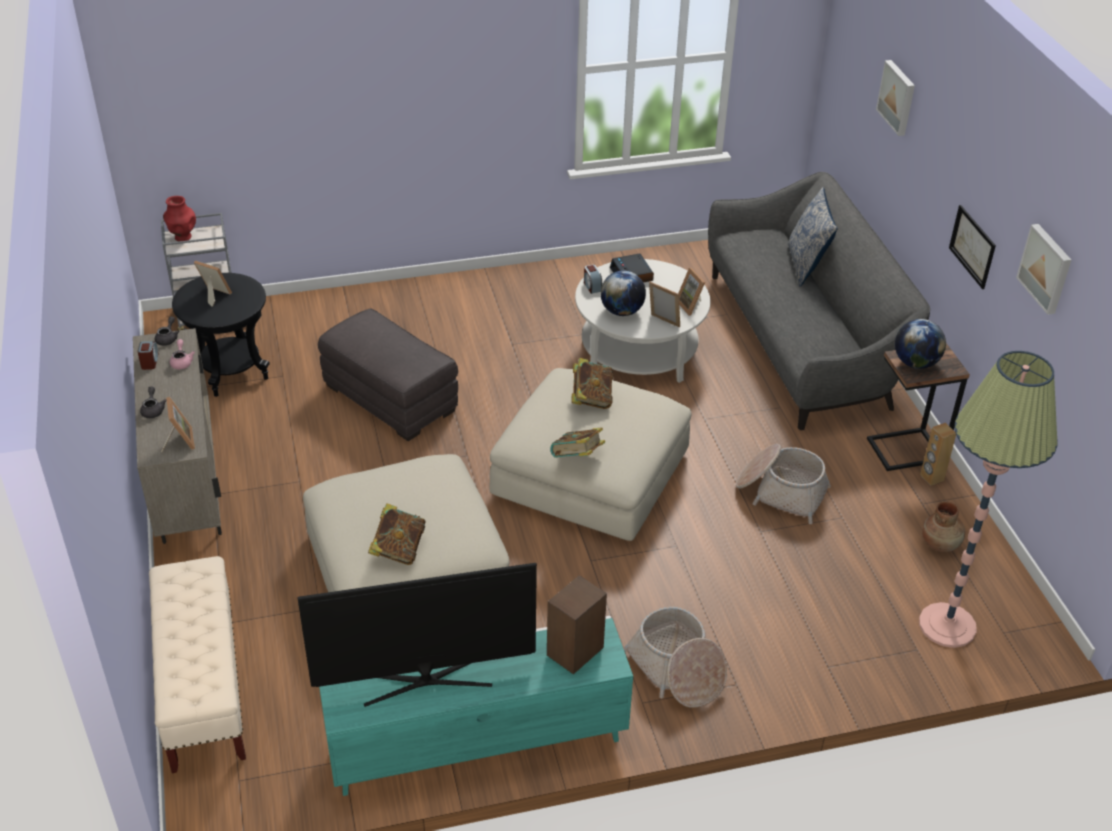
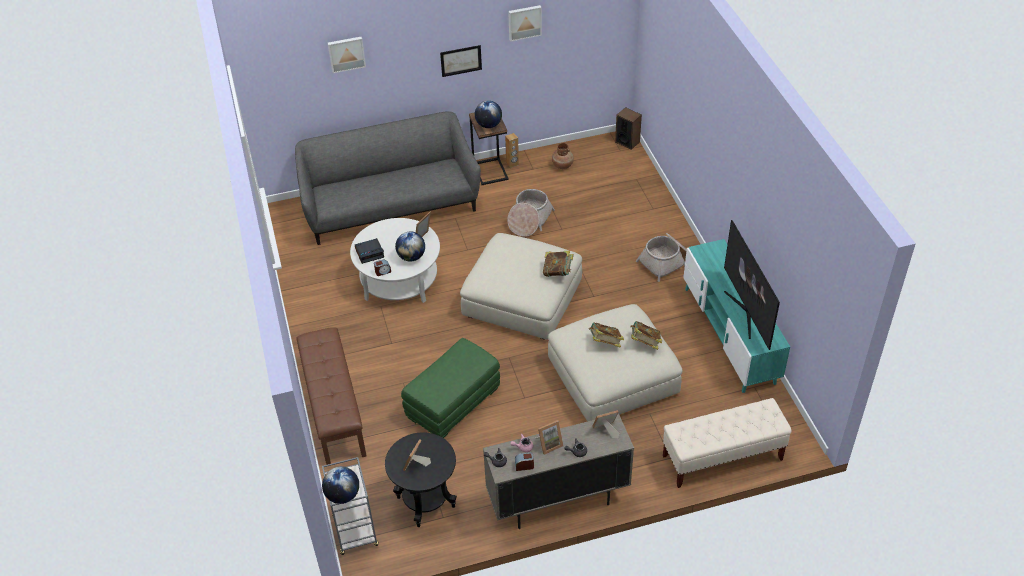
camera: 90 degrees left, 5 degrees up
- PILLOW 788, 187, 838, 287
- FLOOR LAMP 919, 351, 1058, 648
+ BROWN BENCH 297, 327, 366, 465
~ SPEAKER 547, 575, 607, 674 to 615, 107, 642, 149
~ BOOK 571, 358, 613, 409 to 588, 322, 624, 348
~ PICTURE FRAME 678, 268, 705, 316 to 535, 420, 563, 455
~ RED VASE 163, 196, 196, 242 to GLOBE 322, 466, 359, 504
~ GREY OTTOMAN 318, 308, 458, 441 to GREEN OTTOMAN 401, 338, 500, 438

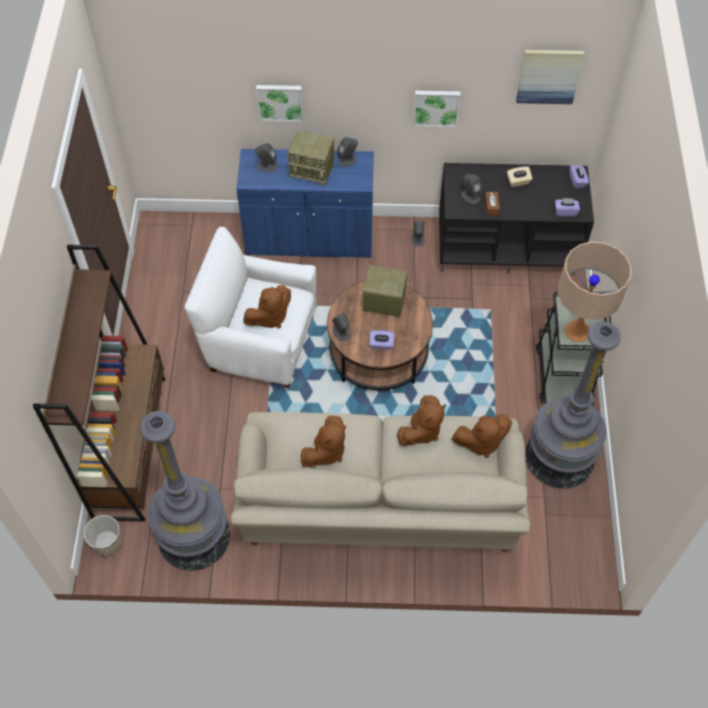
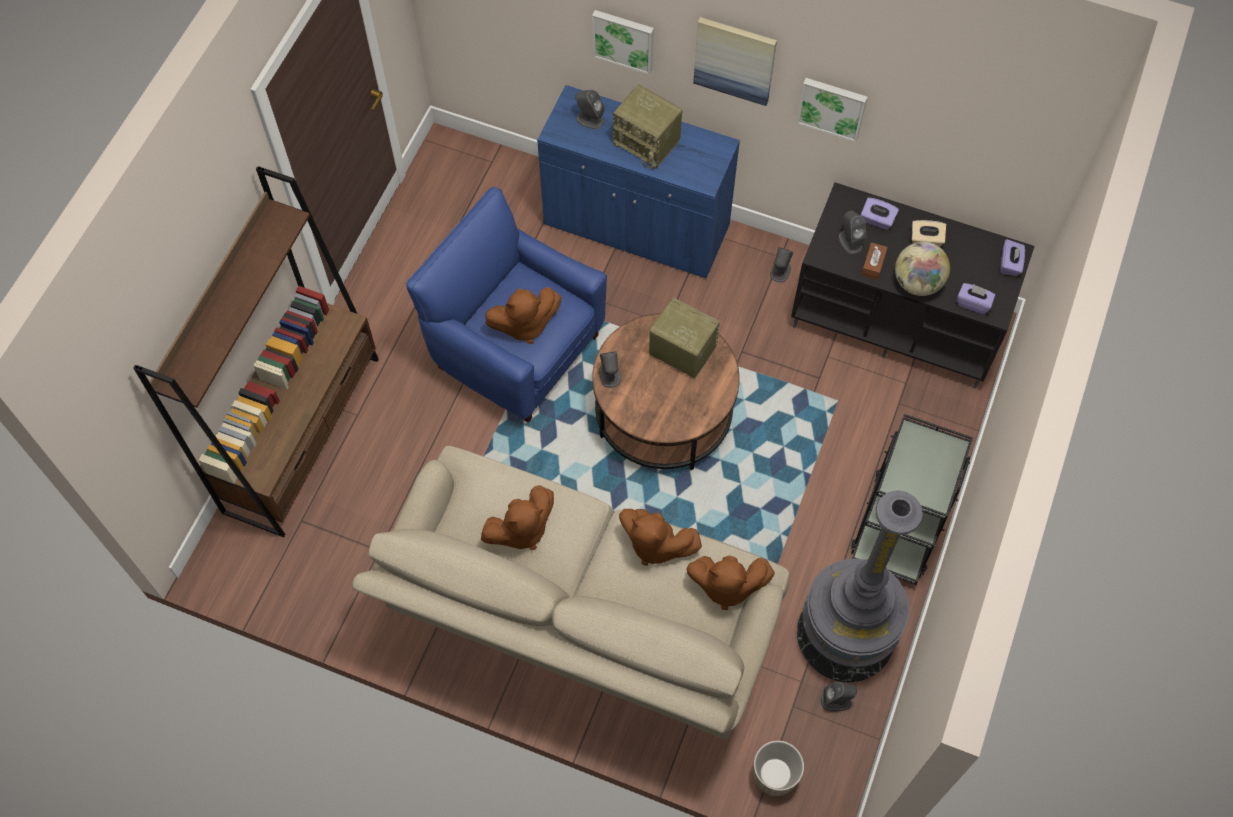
camera: 20 degrees right, 5 degrees up
- GREY FLOOR LAMP 140, 411, 230, 571
- BEIGE TABLE LAMP 558, 241, 631, 342
+ GLOBE 895, 242, 950, 296
~ PLANTER 84, 515, 123, 556 to 753, 740, 804, 796
~ GREY SPEAKER 337, 137, 358, 167 to 821, 682, 857, 711
~ PURPLE TISSUE BOX 369, 330, 395, 350 to 861, 197, 899, 230
~ PICTURE 516, 50, 584, 104 to 693, 17, 777, 106
~ WHITE ARMCHAIR 184, 227, 316, 388 to BLUE ARMCHAIR 406, 187, 607, 423
~ BROWN PLUSH TOY 397, 395, 446, 446 = 619, 509, 702, 566 60 degrees clockwise

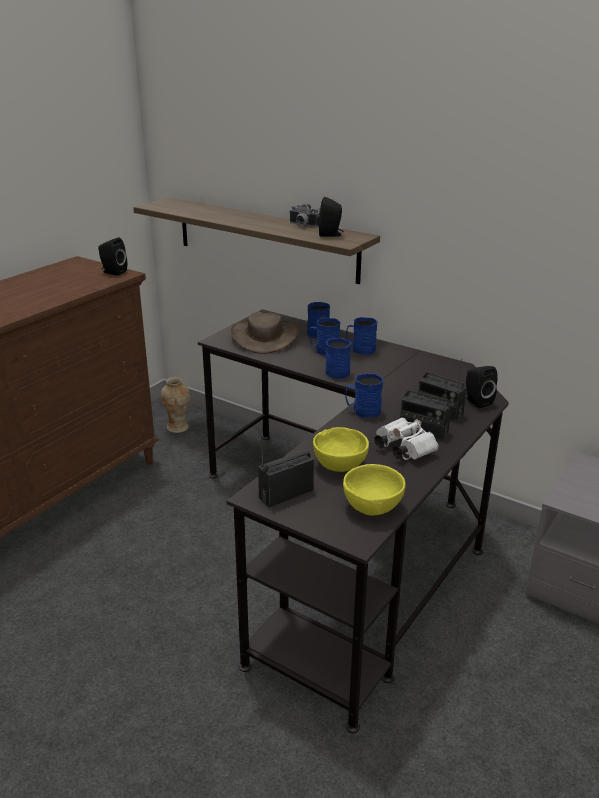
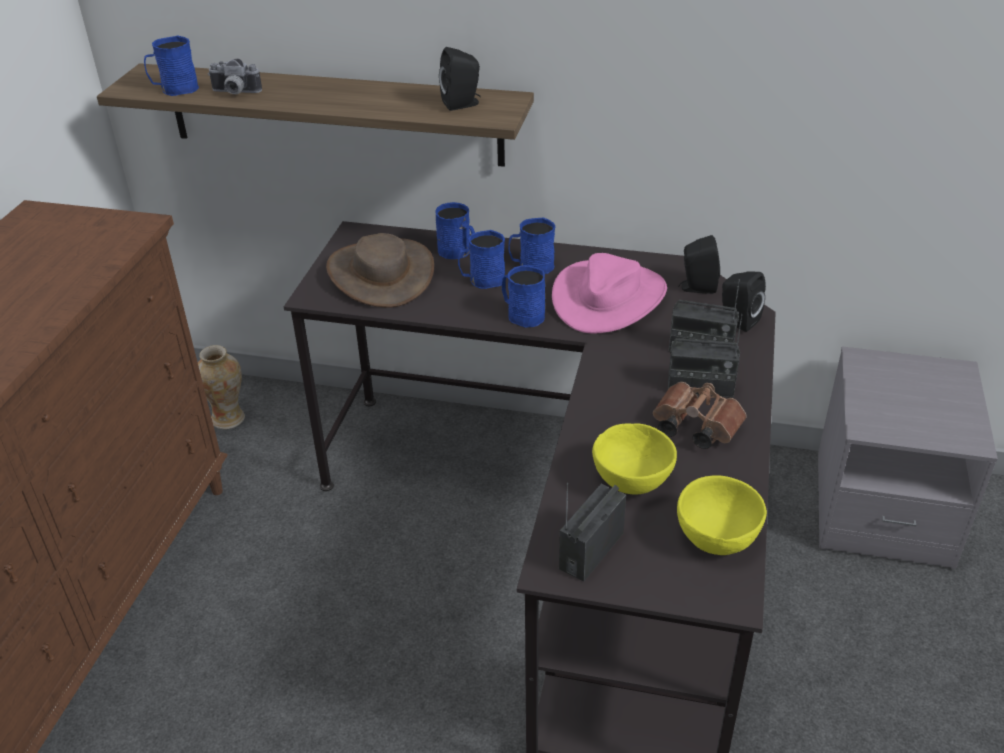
camera: 20 degrees left, 10 degrees up
+ PINK HAT 552, 253, 667, 333
~ BLACK SPEAKER 98, 237, 127, 276 to 678, 235, 720, 294
~ PHOTO CAMERA 289, 204, 319, 227 to 208, 59, 262, 94
~ BLUE MUG 345, 374, 383, 418 to 144, 36, 199, 96
~ WHITE BINOCULARS 374, 417, 438, 460 to BROWN BINOCULARS 653, 382, 747, 449

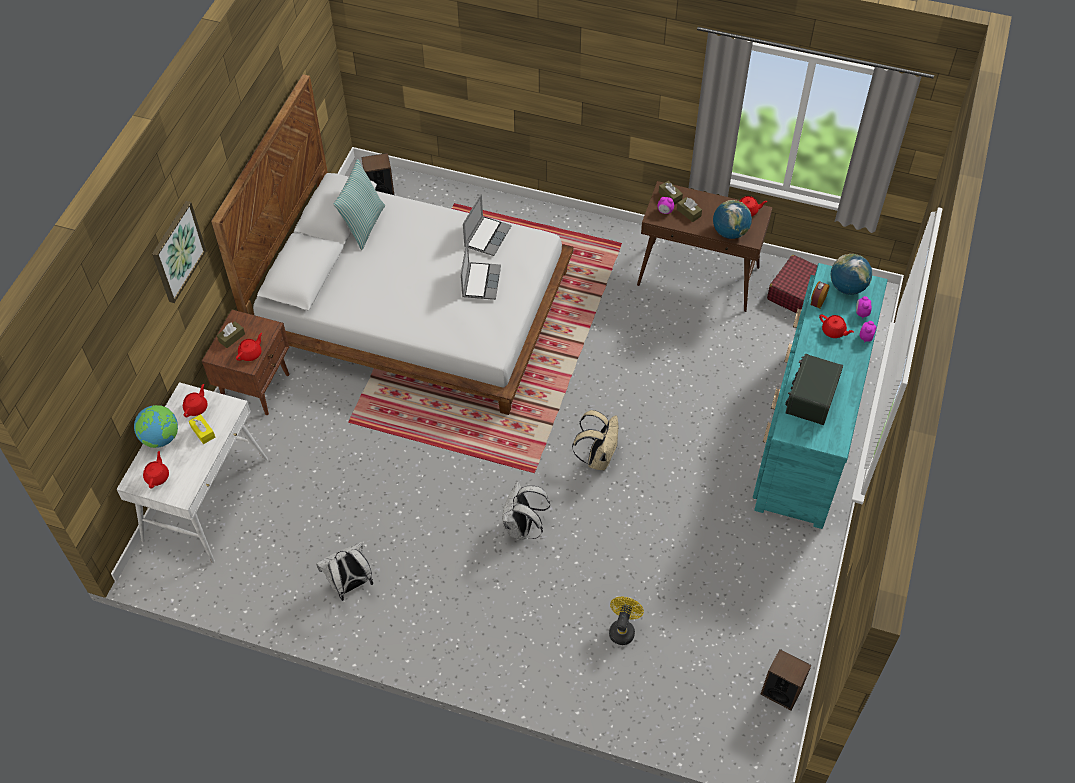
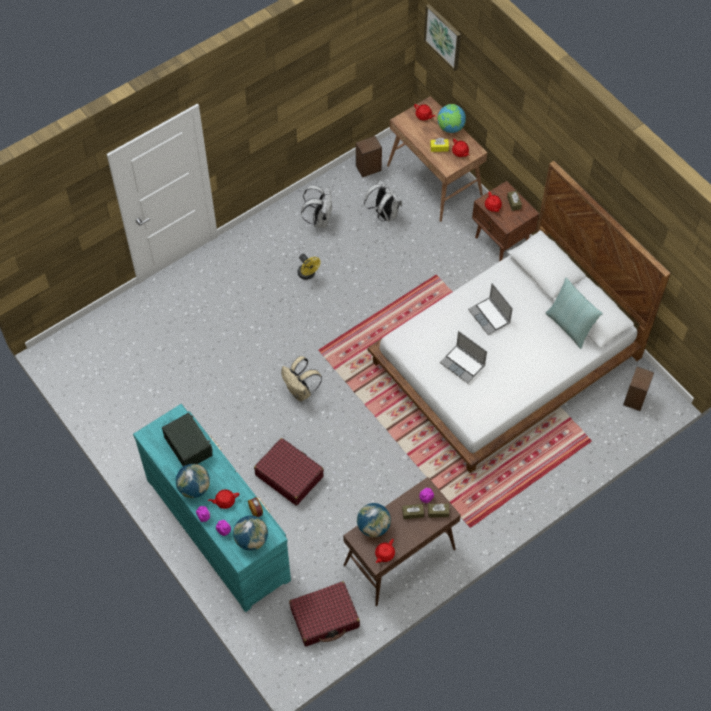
camera: 125 degrees right, 5 degrees up
+ GLOBE 176, 464, 210, 498
+ RED SUITCASE 254, 438, 324, 506
~ PICTURE 152, 201, 206, 303 to 424, 4, 461, 71
~ LAPTOP 463, 194, 512, 256 to 468, 283, 513, 335
~ WHITE BACKPACK 502, 481, 550, 540 to 364, 180, 402, 222
~ YELLOW FAN 609, 597, 644, 645 to 297, 254, 320, 280
~ SPEAKER 760, 649, 811, 710 to 356, 136, 382, 178
~ WHITE DESK 116, 382, 268, 563 to BROWN DESK 387, 96, 487, 222

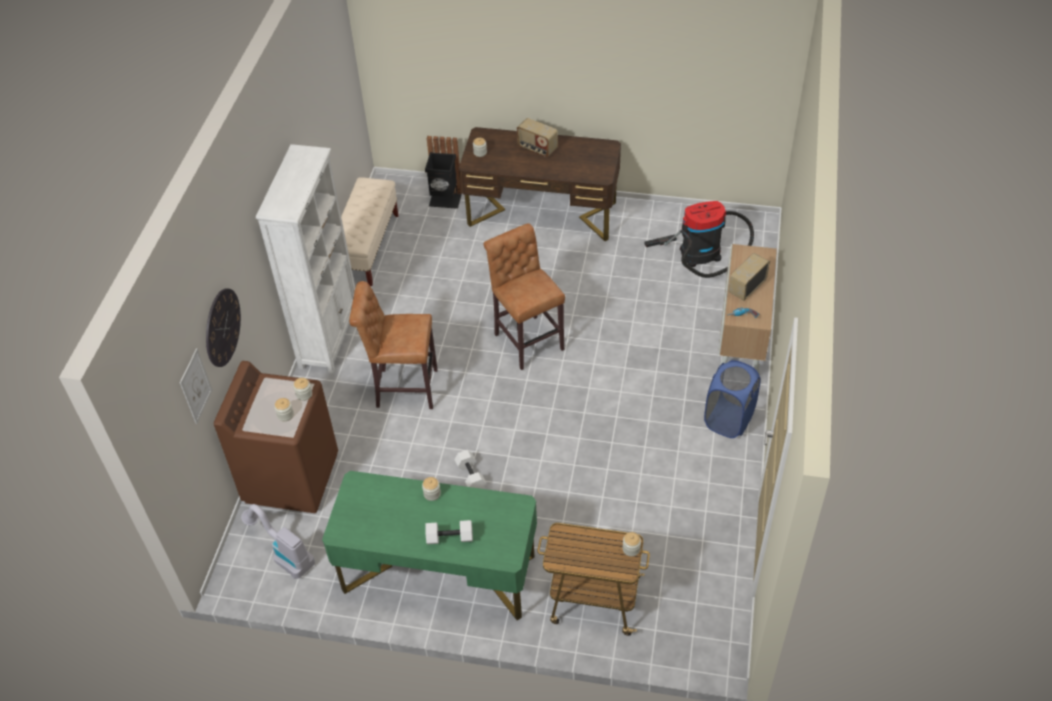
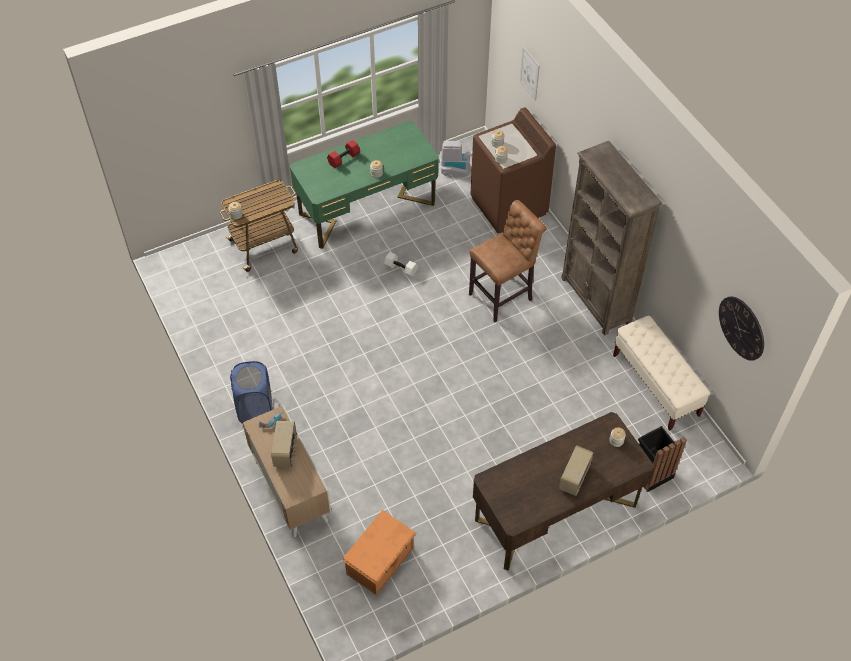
camera: 140 degrees right, 5 degrees up
- BROWN STOOL 484, 223, 565, 370
~ WALL CLOCK 206, 288, 241, 367 to 719, 296, 764, 361
~ VACUUM CLEANER 644, 201, 754, 278 to ORANGE STORAGE BOX 343, 510, 416, 595
~ WHITE BOOKCASE 256, 144, 355, 373 to BROWN BOOKCASE 561, 141, 662, 336
~ WHITE DUMBBELL 425, 520, 473, 544 to RED DUMBBELL 327, 140, 360, 168
~ RADIO 517, 118, 558, 157 = 559, 445, 593, 496 60 degrees counterclockwise

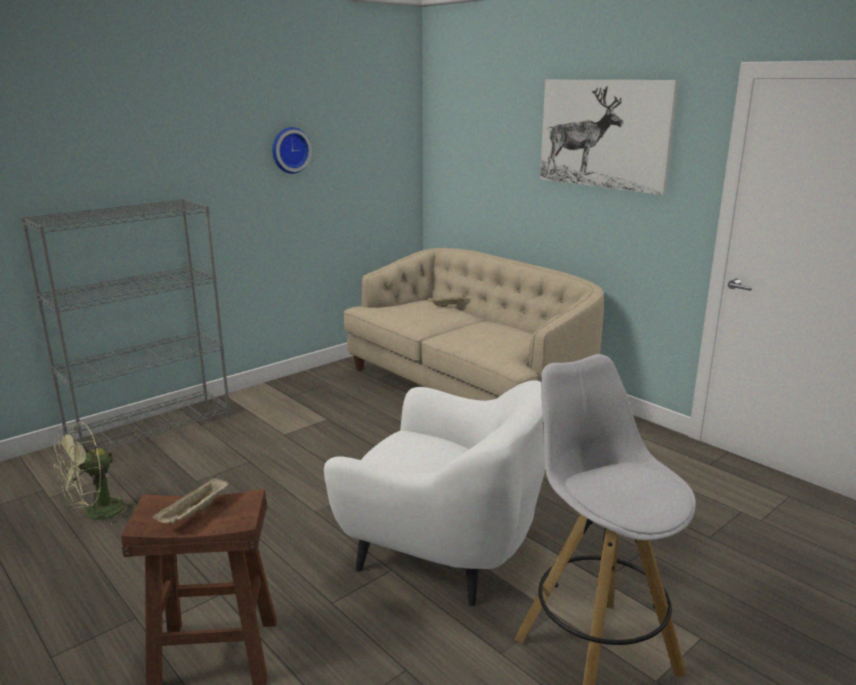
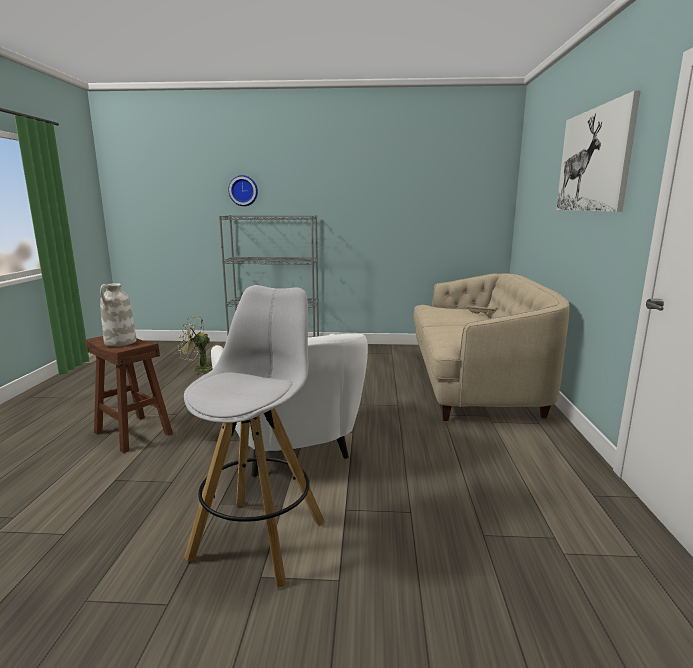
camera: 45 degrees right, 5 degrees down
~ WALL CLOCK 272, 127, 312, 174 to 228, 175, 258, 206
~ BEIGE TRAY 152, 476, 228, 524 to WHITE VASE 100, 283, 136, 346

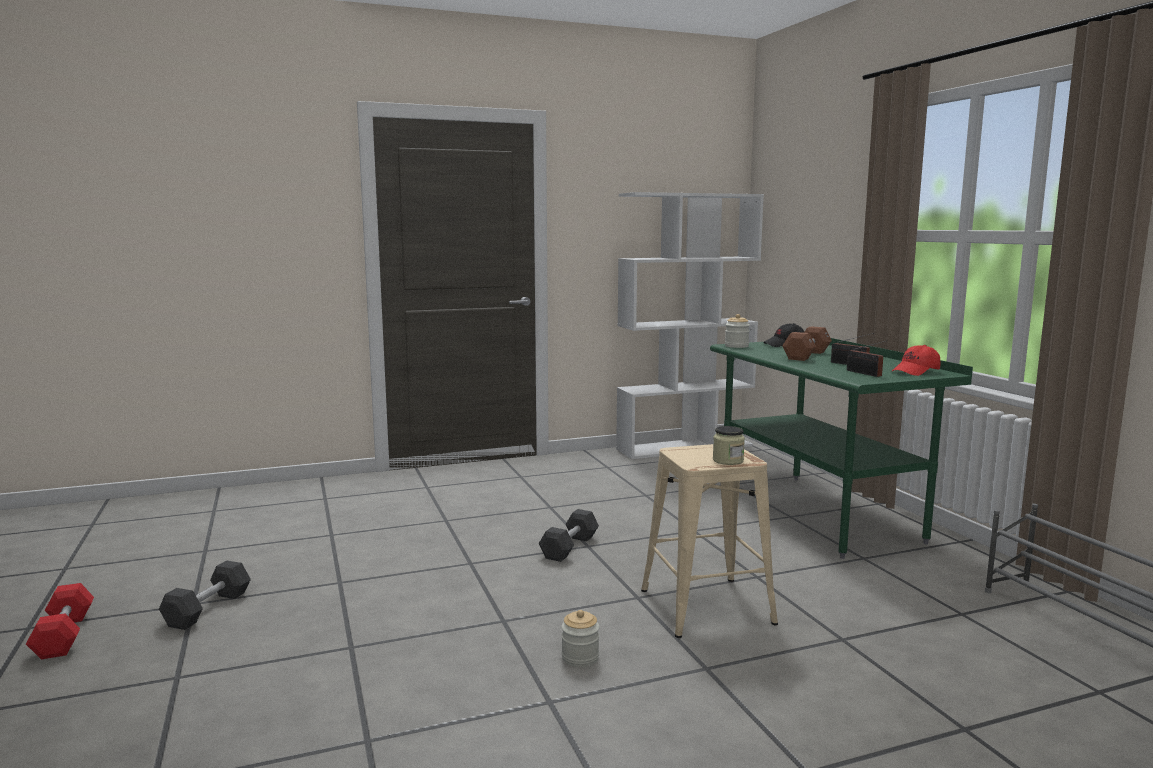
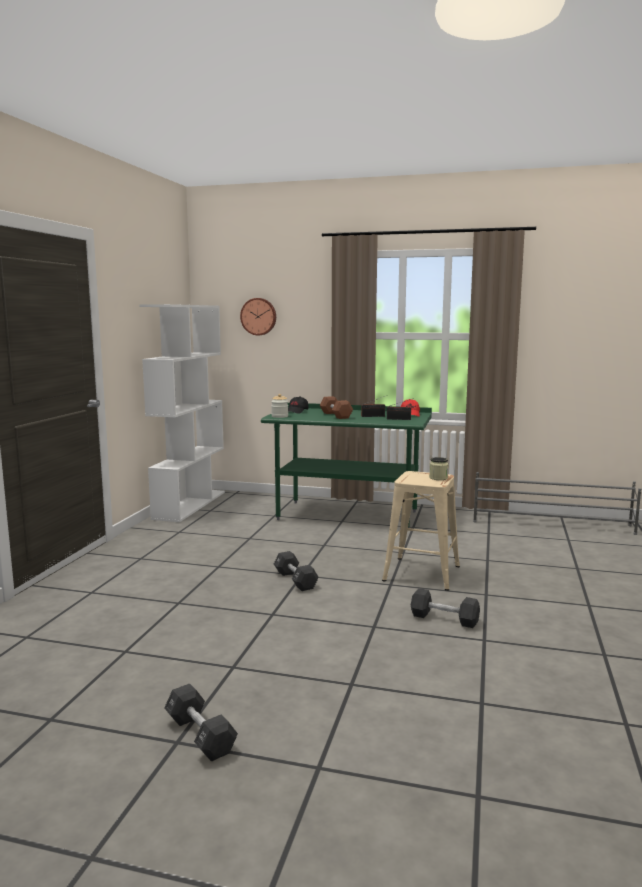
camera: 55 degrees left, 0 degrees up
- RED DUMBBELL 26, 583, 94, 659
+ WALL CLOCK 240, 298, 276, 336
~ JAR 561, 610, 599, 667 to BLACK DUMBBELL 411, 588, 480, 628

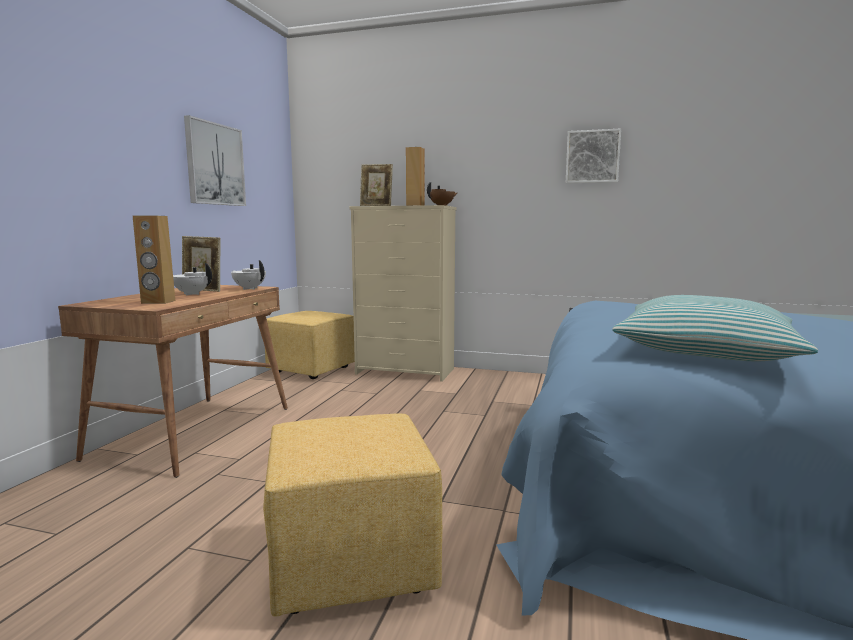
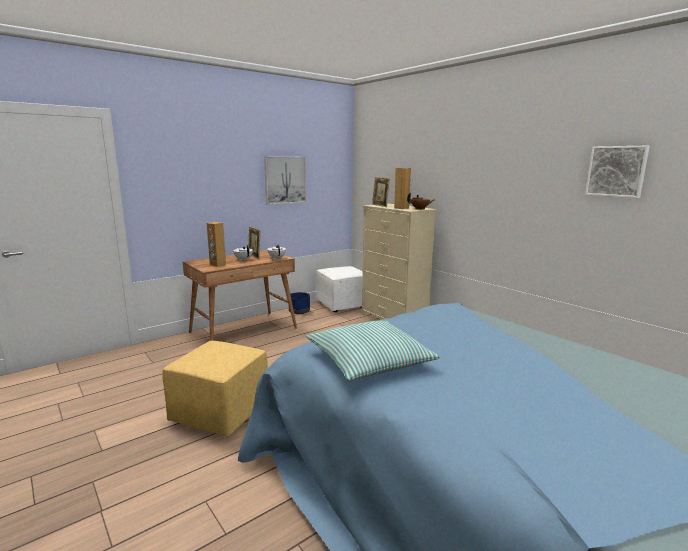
camera: 35 degrees right, 5 degrees up
+ BLUE PLANTER 289, 292, 310, 314
~ PICTURE 566, 128, 621, 183 to 585, 146, 650, 198
~ YELLOW OTTOMAN 265, 311, 355, 379 to WHITE OTTOMAN 316, 266, 362, 312

